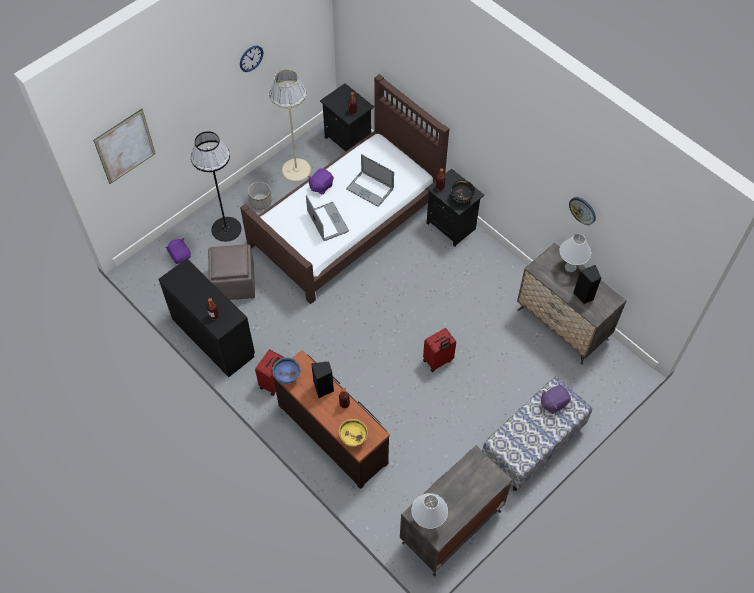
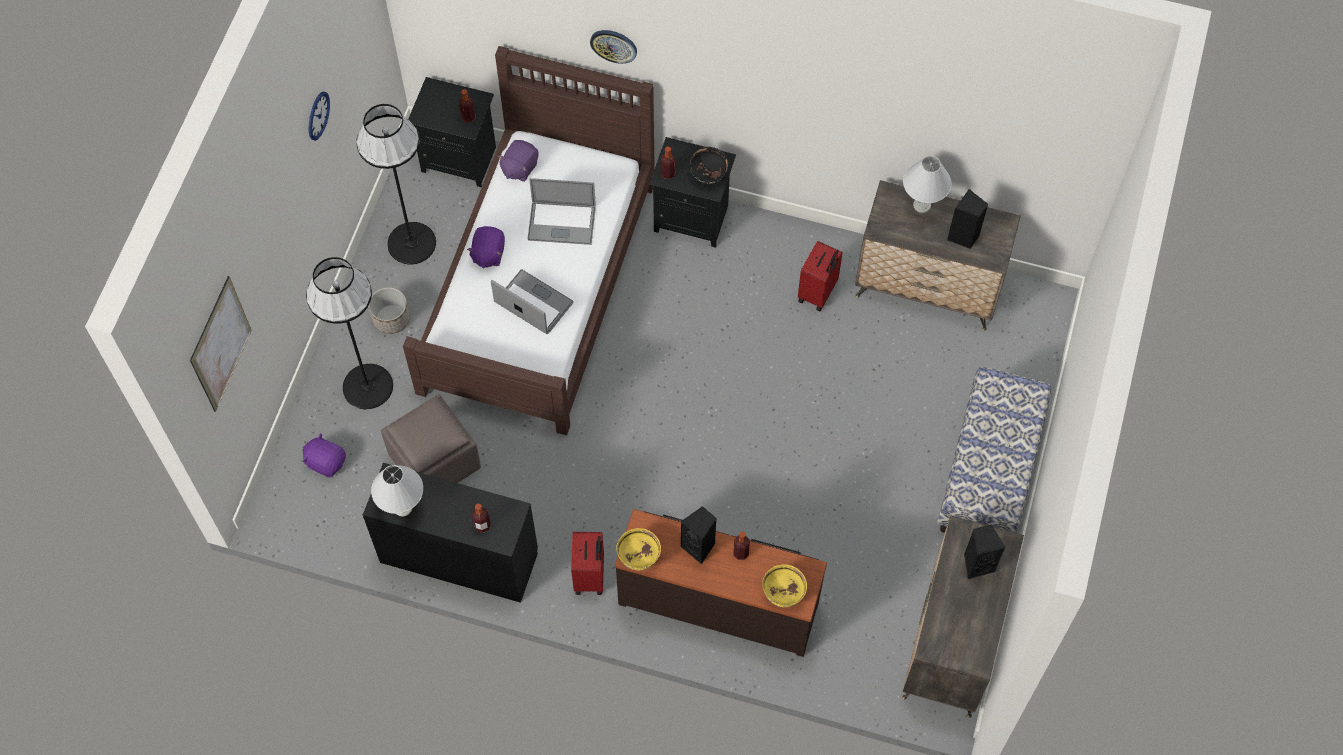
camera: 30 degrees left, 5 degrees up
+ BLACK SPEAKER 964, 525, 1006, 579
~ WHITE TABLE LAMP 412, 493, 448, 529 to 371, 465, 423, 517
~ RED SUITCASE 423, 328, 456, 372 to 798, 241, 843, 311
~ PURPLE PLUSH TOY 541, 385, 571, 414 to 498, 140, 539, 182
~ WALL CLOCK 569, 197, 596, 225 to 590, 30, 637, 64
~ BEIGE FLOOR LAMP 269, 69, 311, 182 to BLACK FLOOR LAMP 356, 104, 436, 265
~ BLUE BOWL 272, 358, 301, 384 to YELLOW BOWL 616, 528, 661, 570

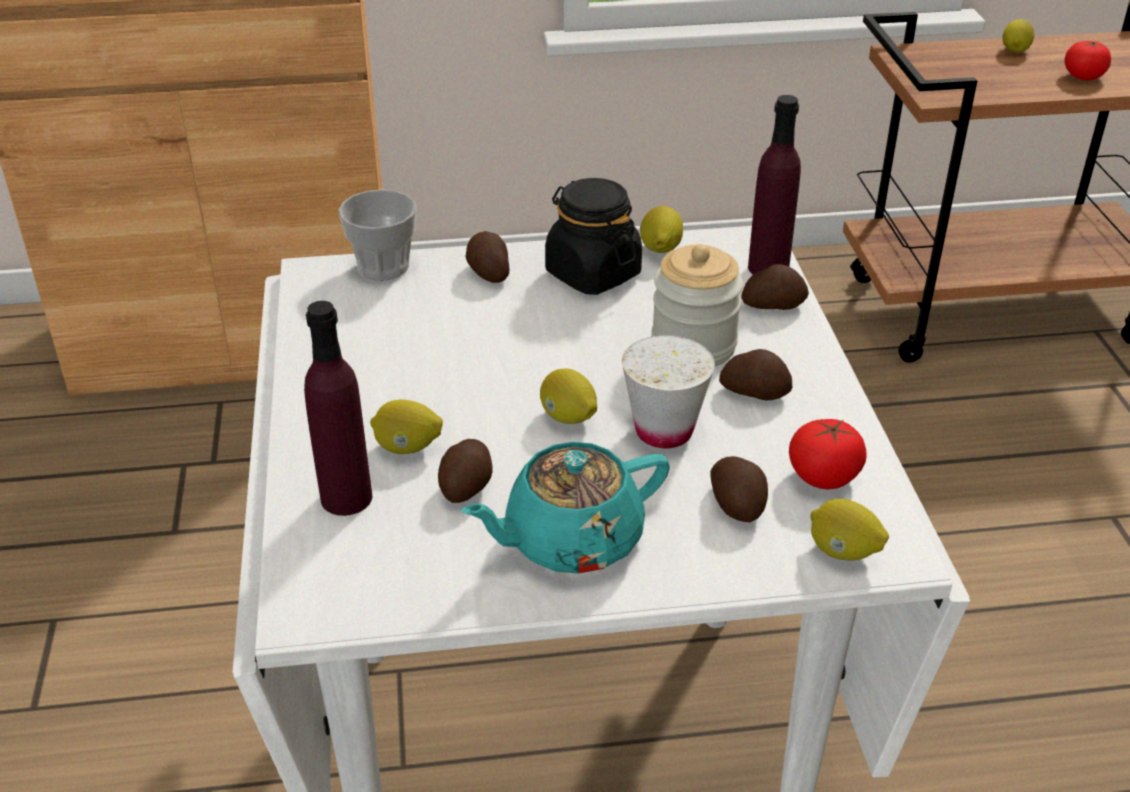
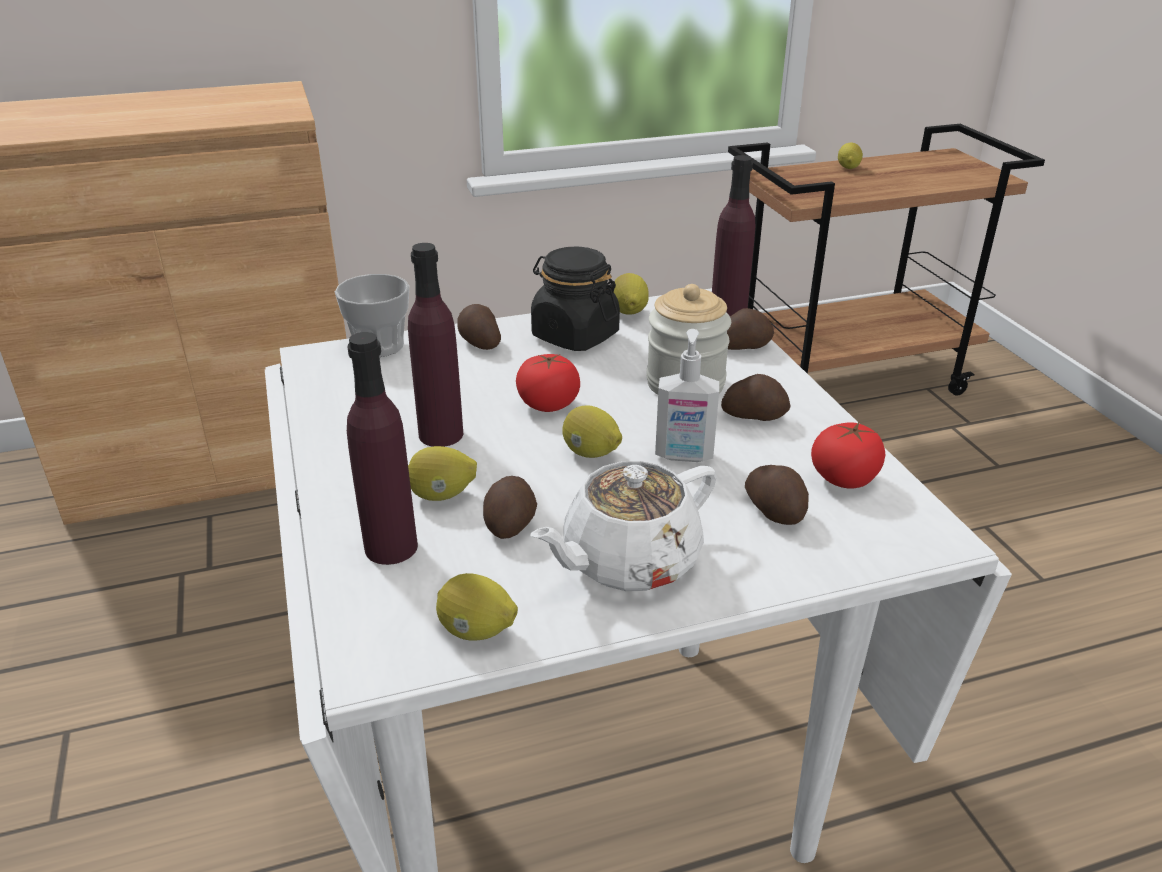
camera: 10 degrees left, 5 degrees down
+ PURPLE BOTTLE 408, 243, 463, 447
~ LEMON 810, 499, 889, 560 to 436, 573, 518, 641
~ TOMATO 1064, 41, 1111, 80 to 516, 354, 580, 412
~ WHITE CUP 622, 335, 715, 448 to SOAP DISPENSER 655, 329, 719, 462
~ TURQUOISE TEAPOT 461, 442, 670, 574 to WHITE TEAPOT 530, 461, 717, 591

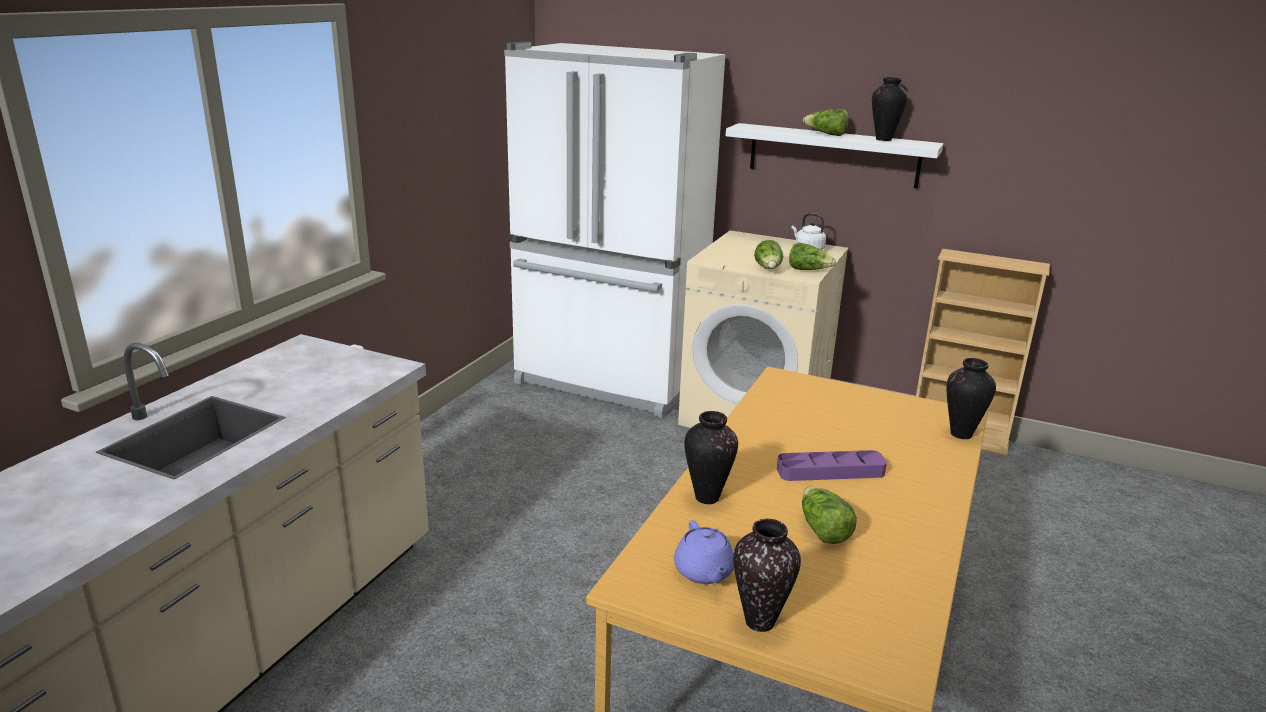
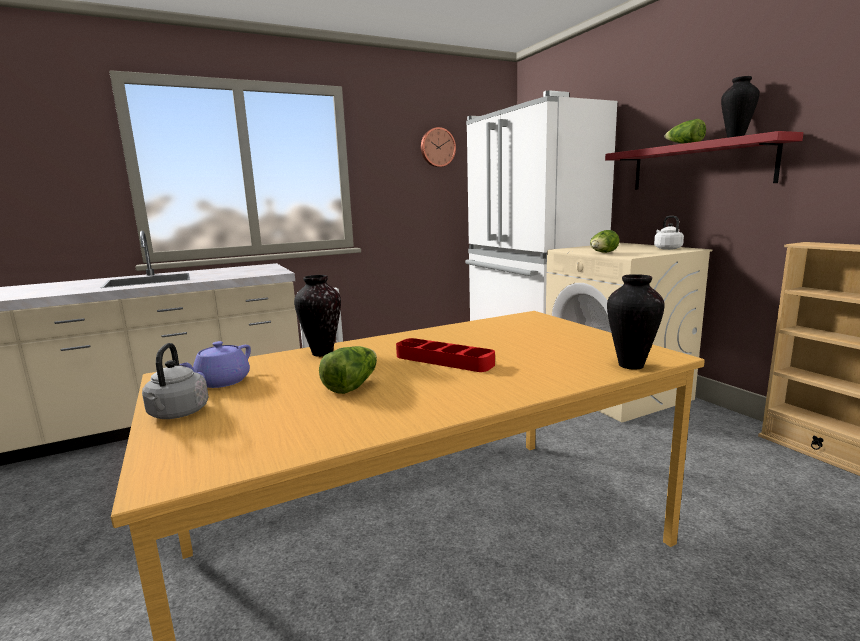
camera: 40 degrees right, 10 degrees down
- LETTUCE 789, 242, 836, 270
+ WALL CLOCK 421, 127, 456, 167
~ VASE 733, 519, 801, 632 to GREY KETTLE 142, 343, 209, 419
~ WHITE SHELF 726, 123, 944, 188 to RED SHELF 605, 131, 804, 190
~ PURPLE TRAY 777, 450, 887, 481 to RED TRAY 396, 338, 495, 372

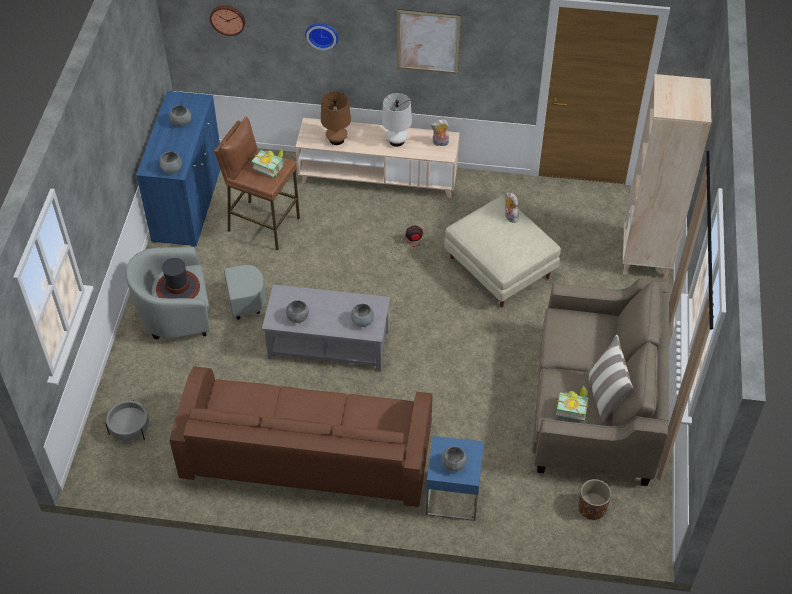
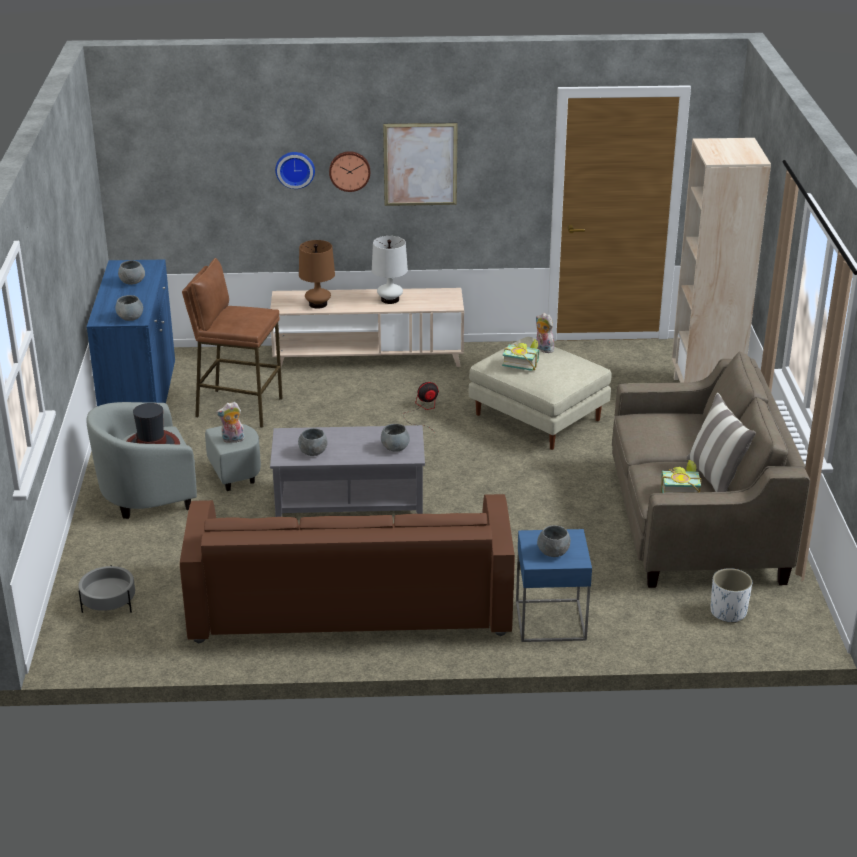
camera: 10 degrees left, 20 degrees down
~ WALL CLOCK 210, 5, 245, 36 to 329, 151, 370, 192
~ BOOK 251, 149, 284, 178 to 502, 339, 539, 371
~ PLUSH TOY 430, 119, 449, 146 to 216, 402, 245, 443
~ BROWN PLANTER 578, 479, 611, 520 to WHITE PLANTER 710, 568, 752, 623

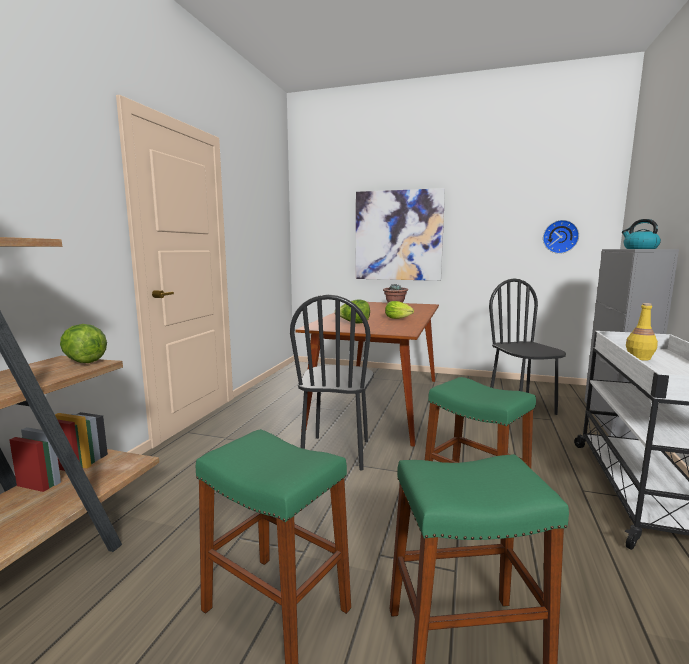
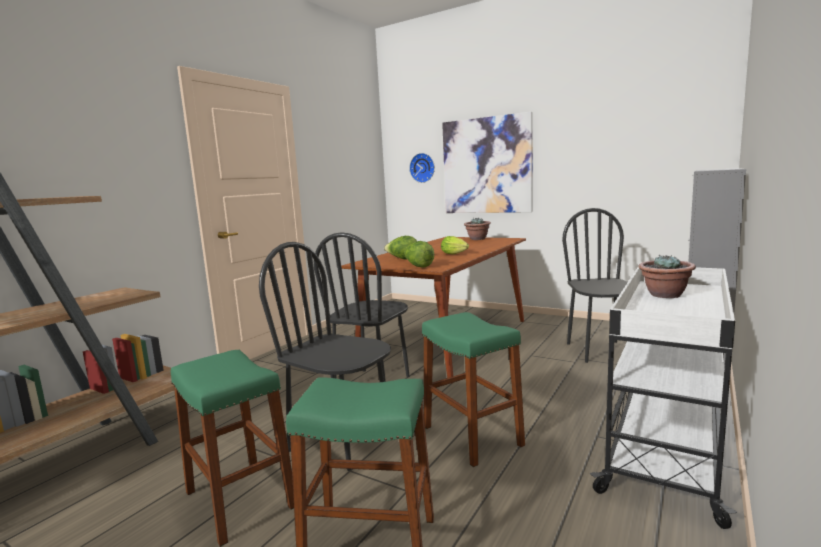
camera: 15 degrees right, 0 degrees up
- KETTLE 622, 219, 661, 249
+ BLACK CHAIR 259, 242, 391, 471
~ LETTUCE 60, 324, 107, 363 to 404, 241, 434, 268
~ WALL CLOCK 543, 220, 579, 254 to 409, 153, 435, 183
~ YELLOW BOTTLE 626, 303, 658, 361 to POTTED PLANT 638, 255, 696, 298

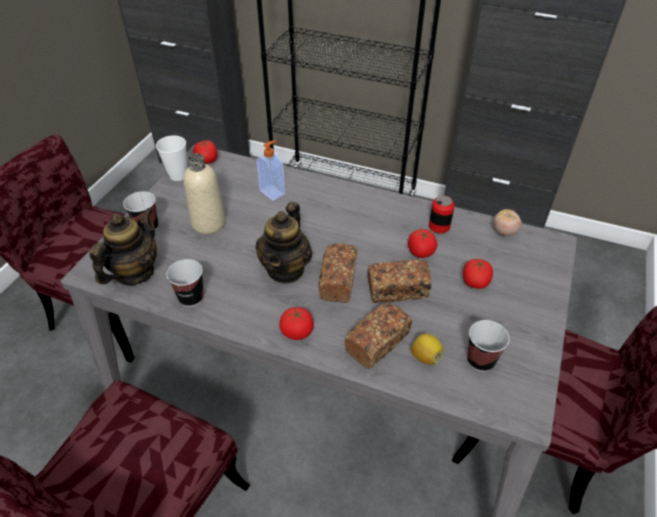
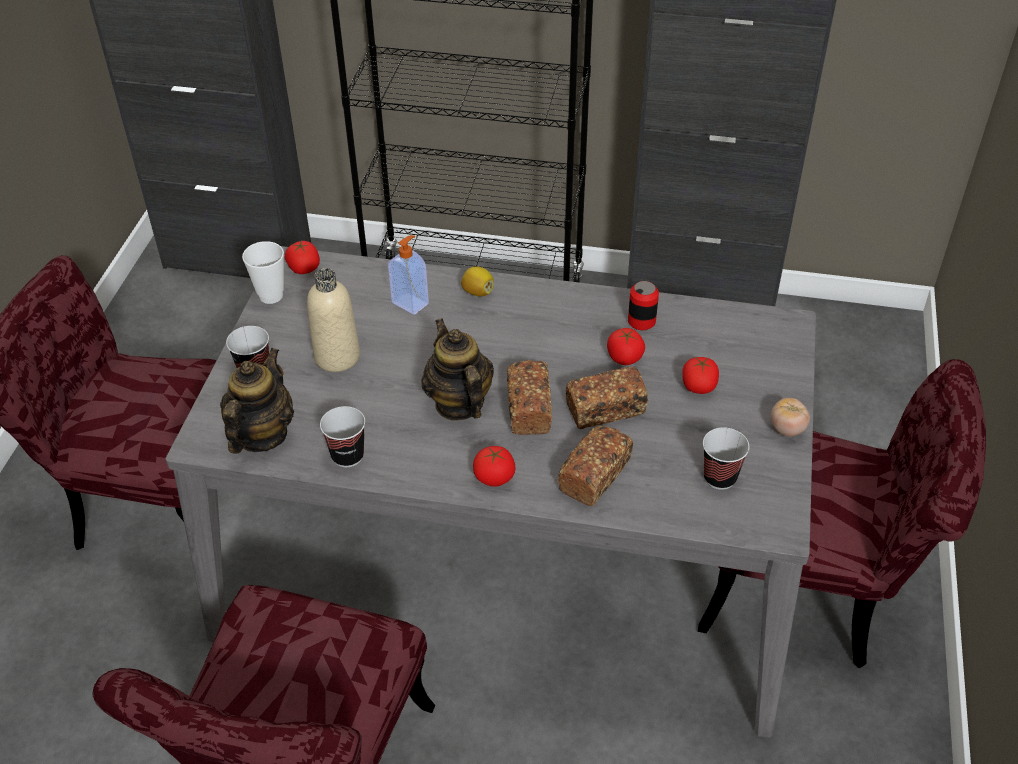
camera: 10 degrees left, 0 degrees up
~ LEMON 411, 333, 443, 365 to 461, 266, 494, 297
~ TOMATO 493, 209, 522, 236 to 771, 398, 810, 436
~ TEAPOT 255, 202, 312, 284 = 421, 318, 494, 421 150 degrees clockwise

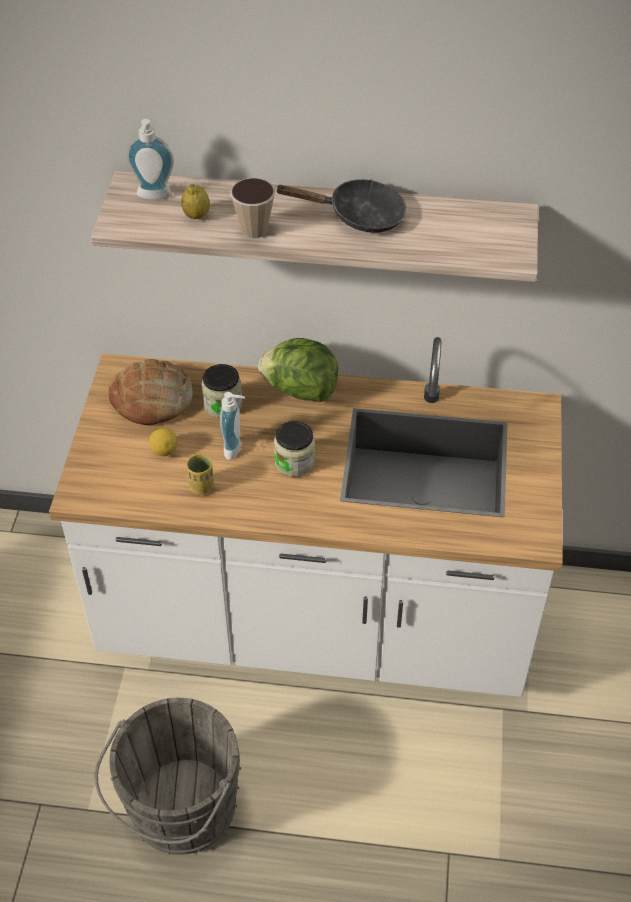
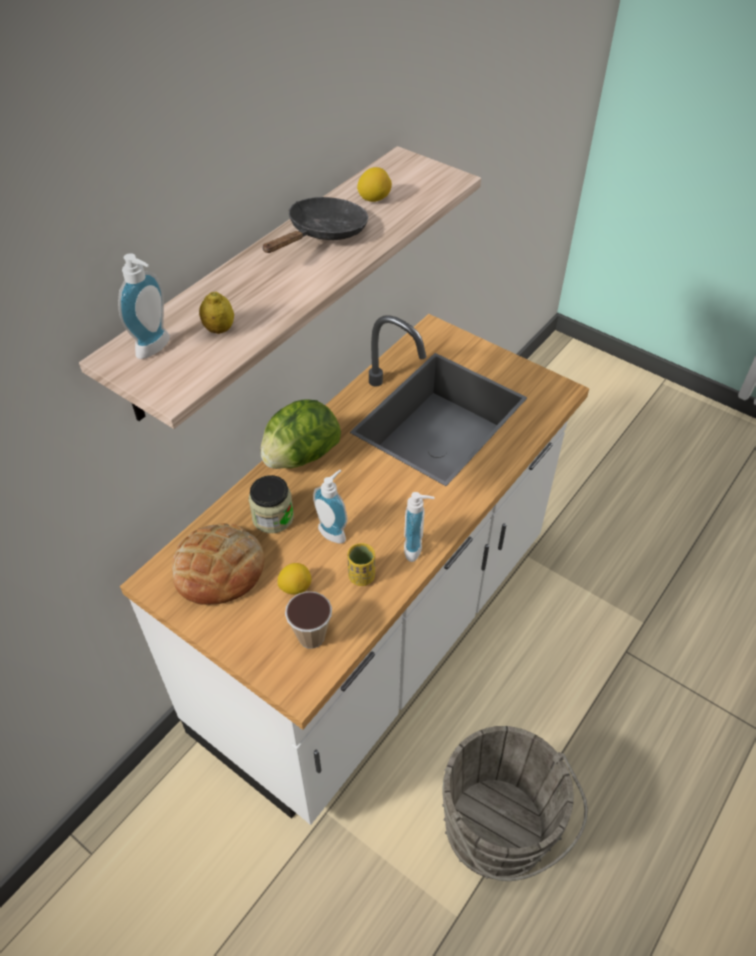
camera: 60 degrees left, 0 degrees up
- JAR 274, 421, 315, 477
+ LEMON 357, 167, 392, 202
+ SOAP DISPENSER 404, 492, 435, 562
~ CUP 230, 178, 275, 239 to 285, 591, 332, 649

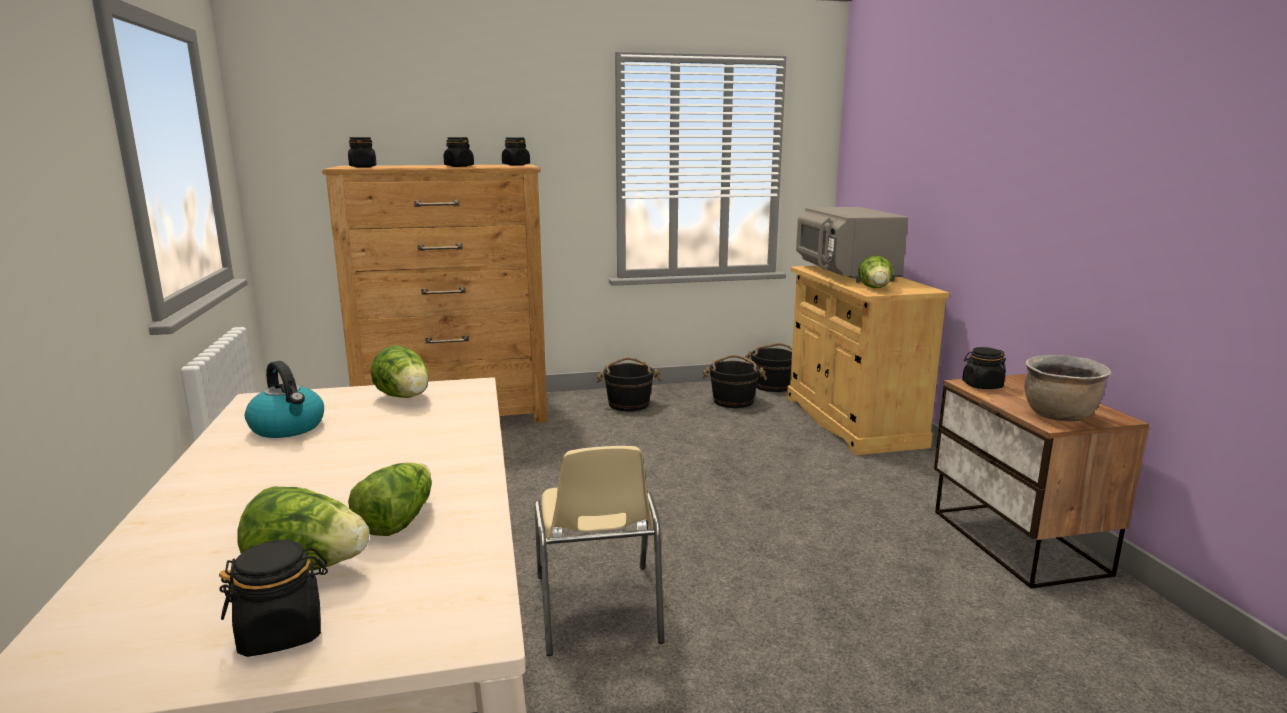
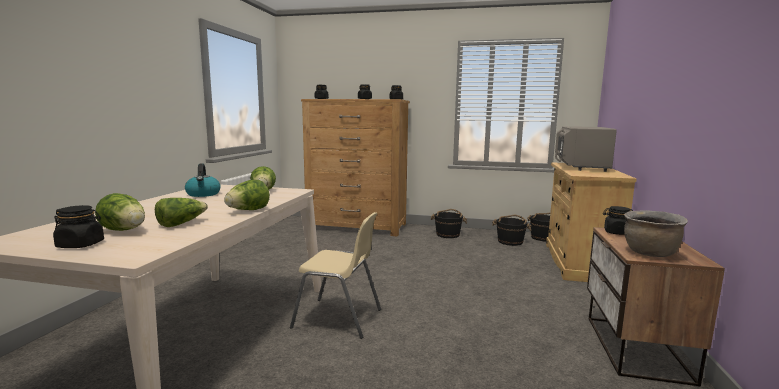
camera: 25 degrees right, 5 degrees down
~ LETTUCE 858, 255, 893, 288 to 224, 180, 270, 210
~ BEIGE CHAIR 534, 446, 665, 656 = 290, 212, 381, 339 90 degrees counterclockwise

